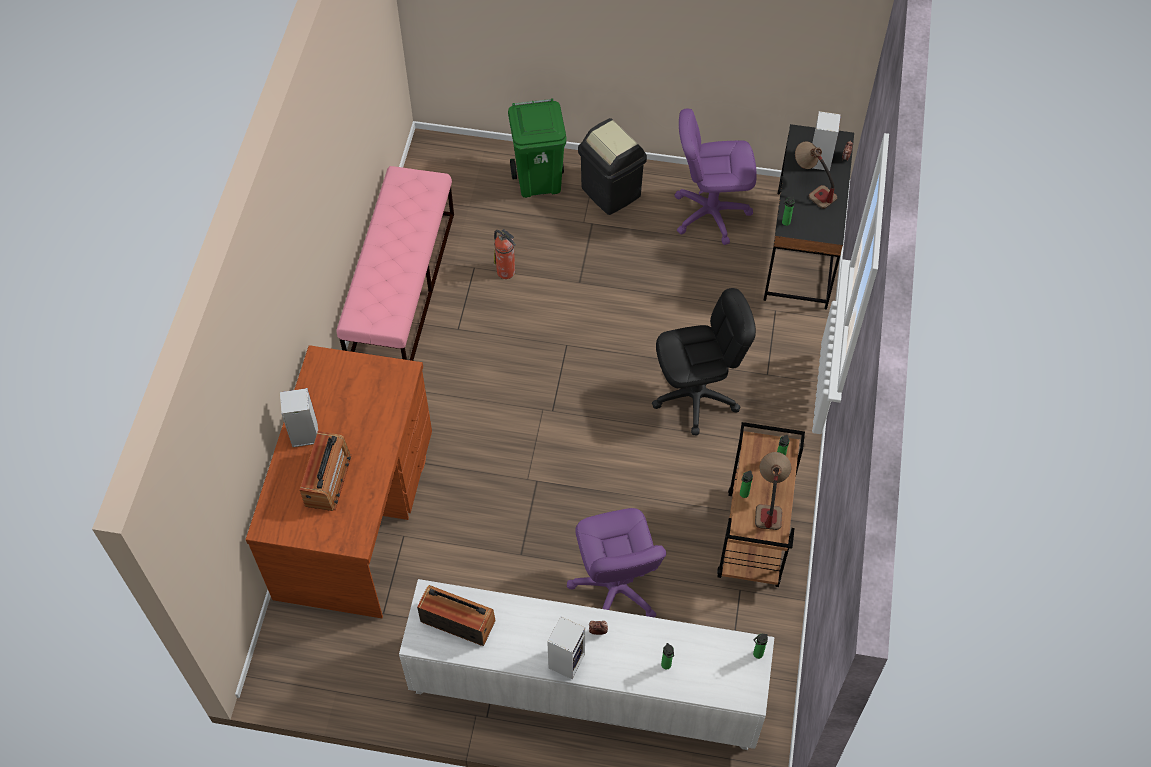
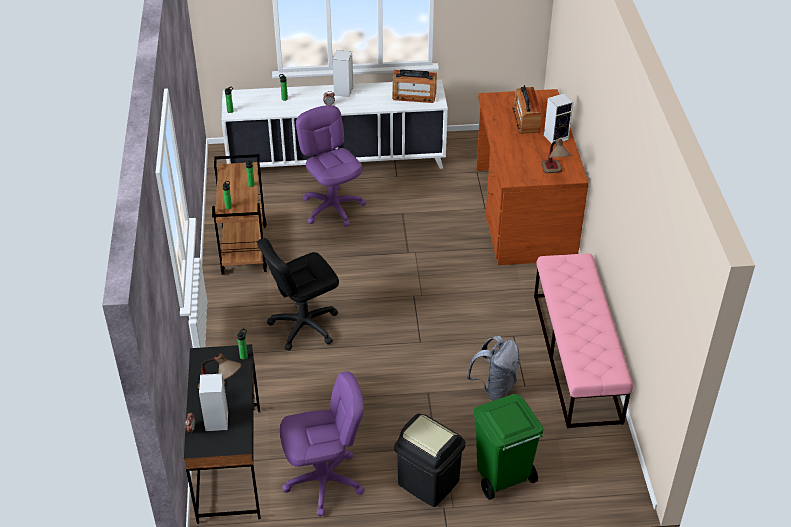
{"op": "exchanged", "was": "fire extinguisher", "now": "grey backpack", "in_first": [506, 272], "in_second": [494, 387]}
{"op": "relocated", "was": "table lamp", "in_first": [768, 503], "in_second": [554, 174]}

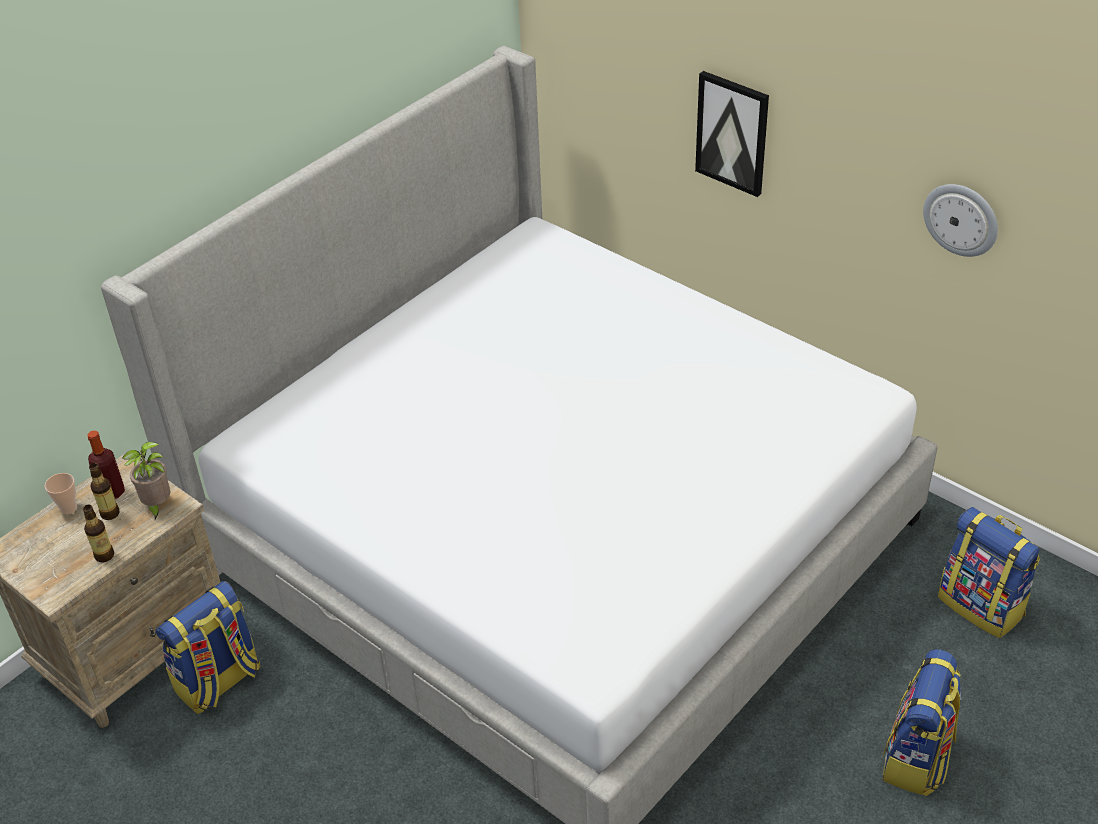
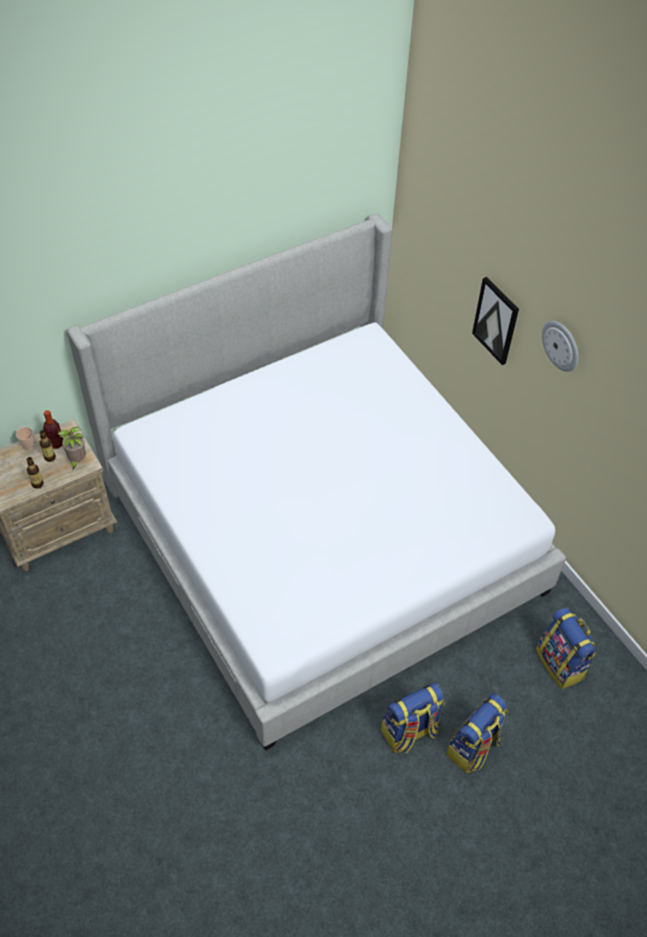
{"op": "relocated", "was": "wall clock", "in_first": [961, 219], "in_second": [561, 345]}
{"op": "relocated", "was": "backpack", "in_first": [219, 682], "in_second": [409, 732]}

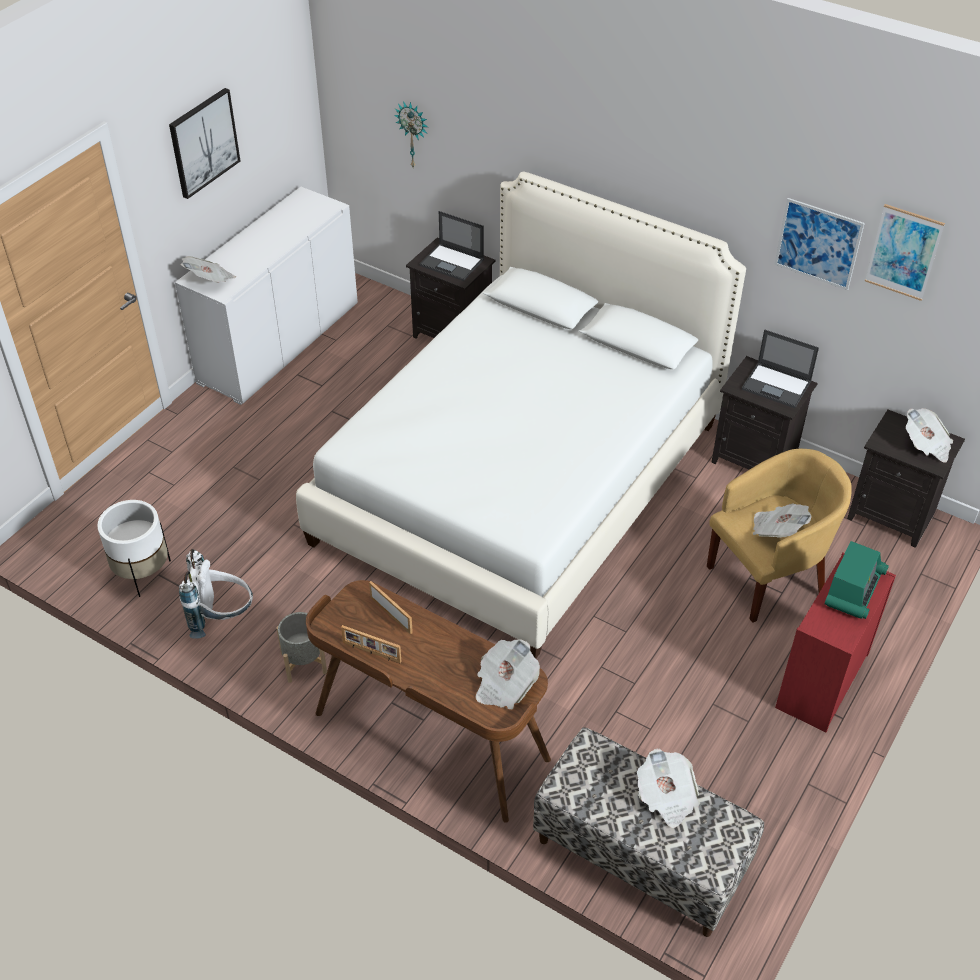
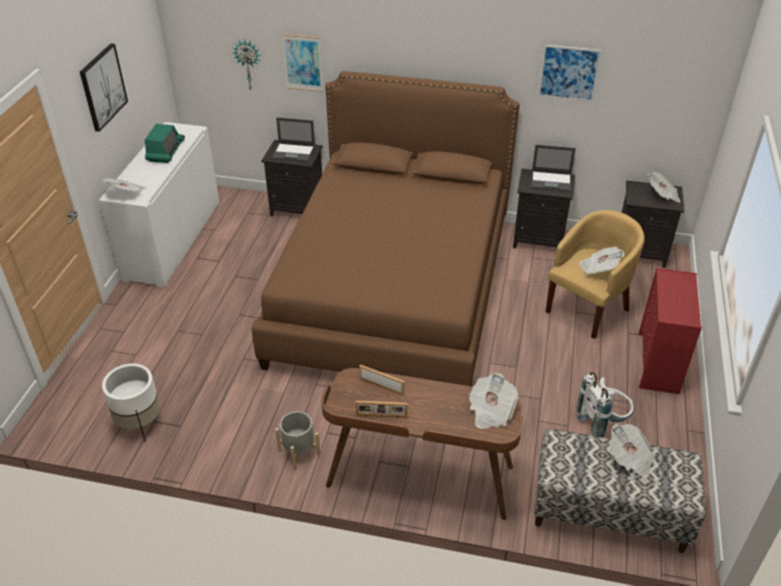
{"op": "colour", "was": "white bed", "now": "brown bed", "in_first": [520, 481], "in_second": [393, 289]}
{"op": "relocated", "was": "picture", "in_first": [903, 252], "in_second": [303, 63]}
{"op": "relocated", "was": "radio", "in_first": [853, 589], "in_second": [165, 152]}
{"op": "relocated", "was": "white backpack", "in_first": [222, 618], "in_second": [602, 424]}

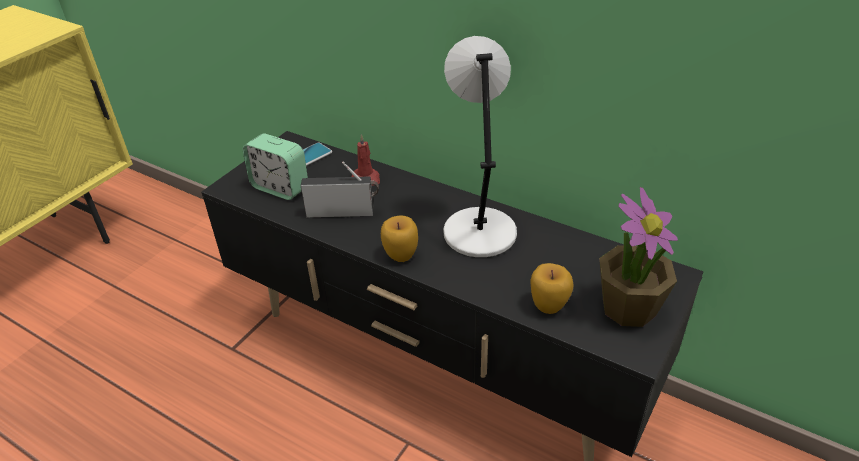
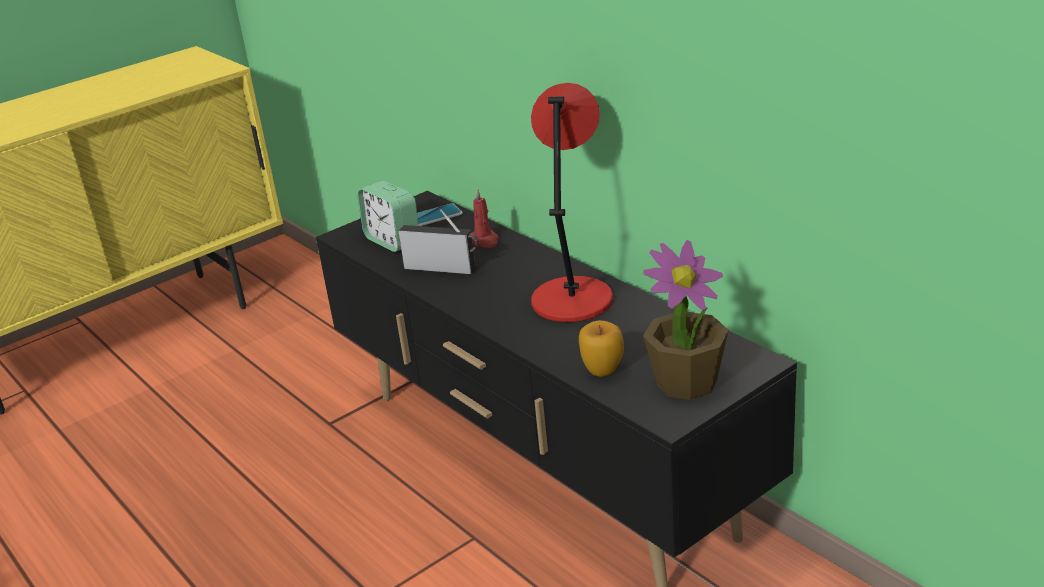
{"op": "colour", "was": "grey table lamp", "now": "red table lamp", "in_first": [478, 230], "in_second": [572, 298]}
{"op": "missing", "was": "apple", "in_first": [401, 255]}

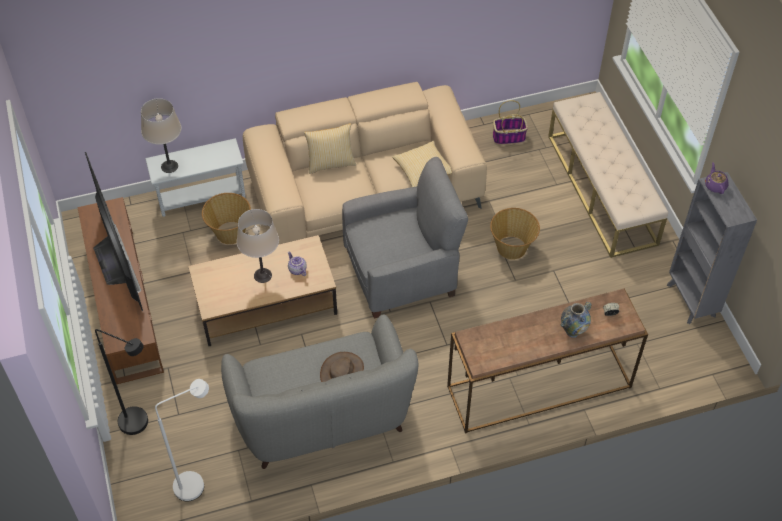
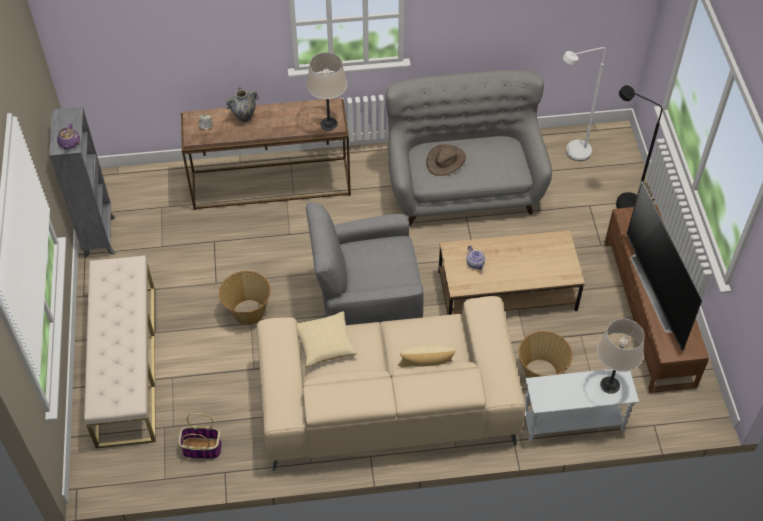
{"op": "relocated", "was": "beige table lamp", "in_first": [262, 275], "in_second": [329, 123]}

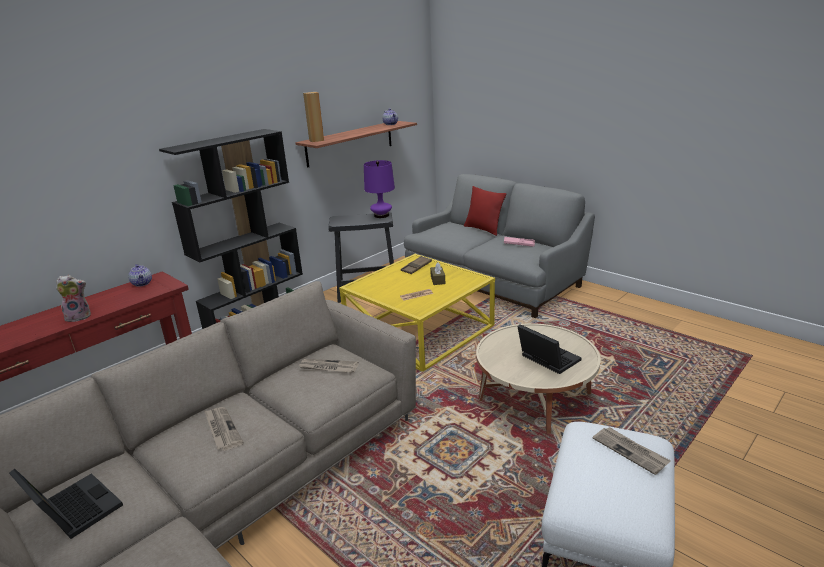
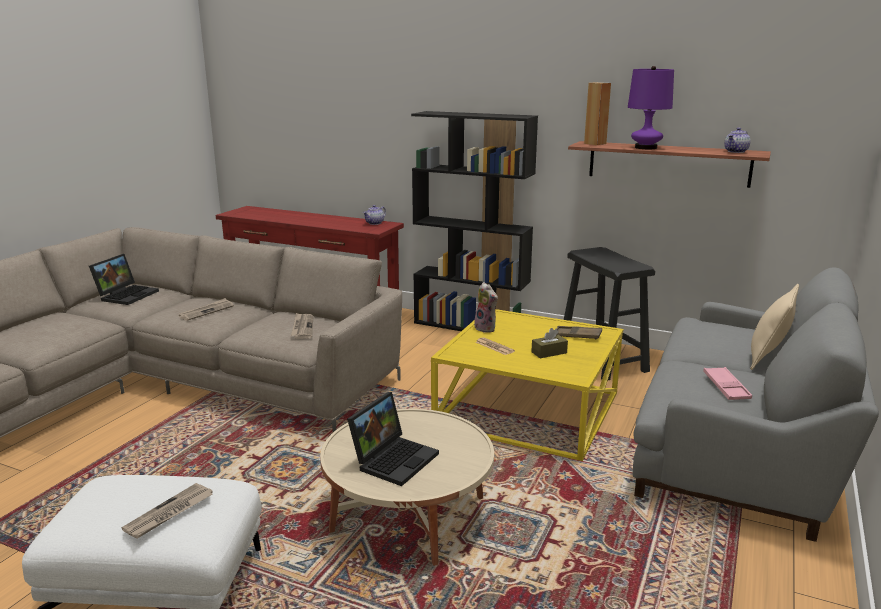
{"op": "relocated", "was": "purple table lamp", "in_first": [381, 215], "in_second": [646, 147]}
{"op": "colour", "was": "red pillow", "now": "beige pillow", "in_first": [483, 229], "in_second": [767, 358]}
{"op": "relocated", "was": "plush toy", "in_first": [79, 316], "in_second": [486, 328]}

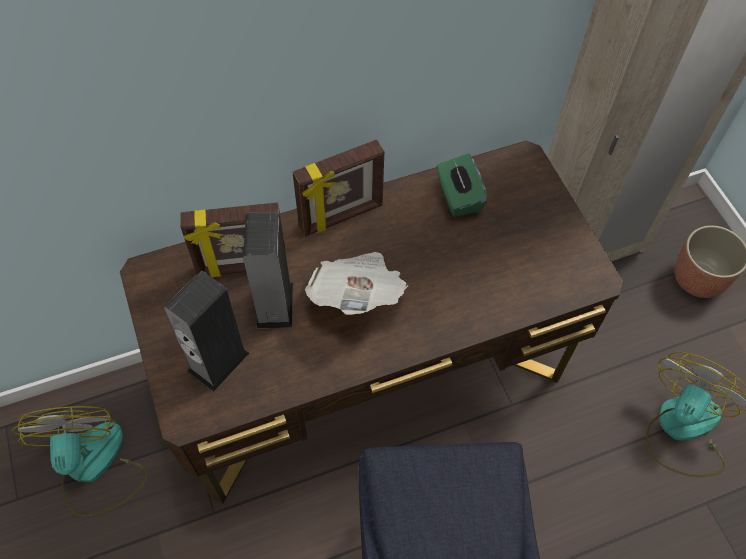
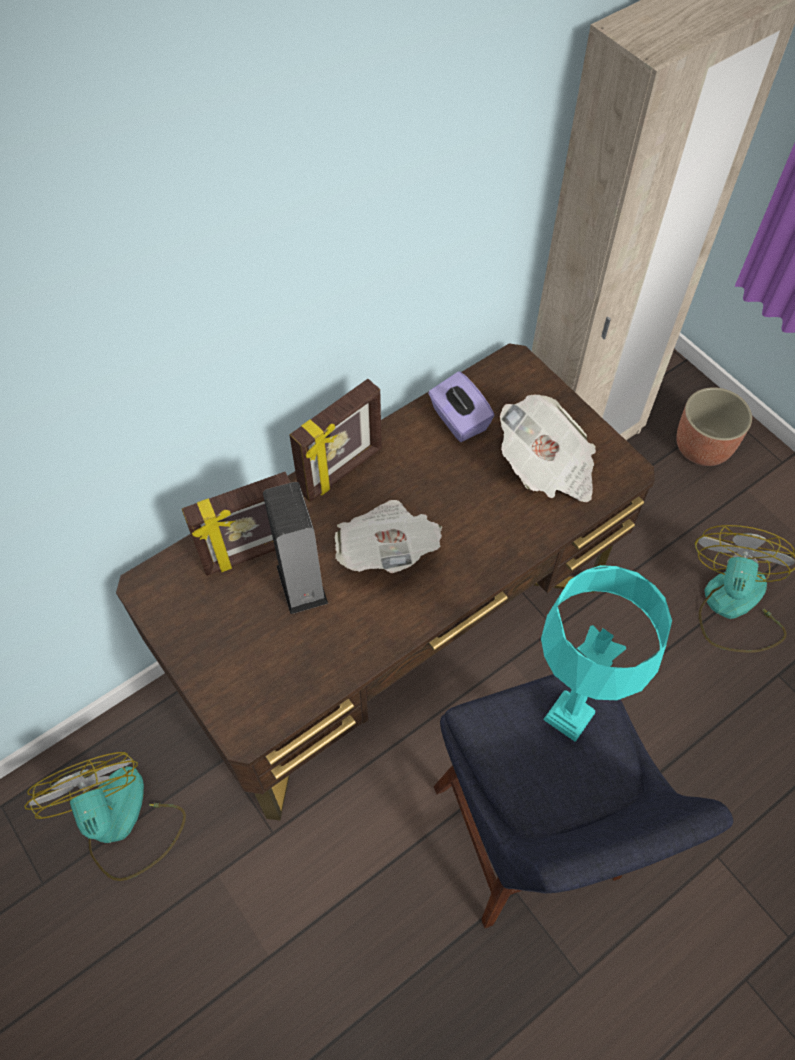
{"op": "colour", "was": "green tissue box", "now": "purple tissue box", "in_first": [458, 197], "in_second": [458, 420]}
{"op": "missing", "was": "speaker", "in_first": [218, 362]}
{"op": "appeared", "now": "newspaper", "in_second": [547, 467]}
{"op": "appeared", "now": "turquoise table lamp", "in_second": [568, 715]}

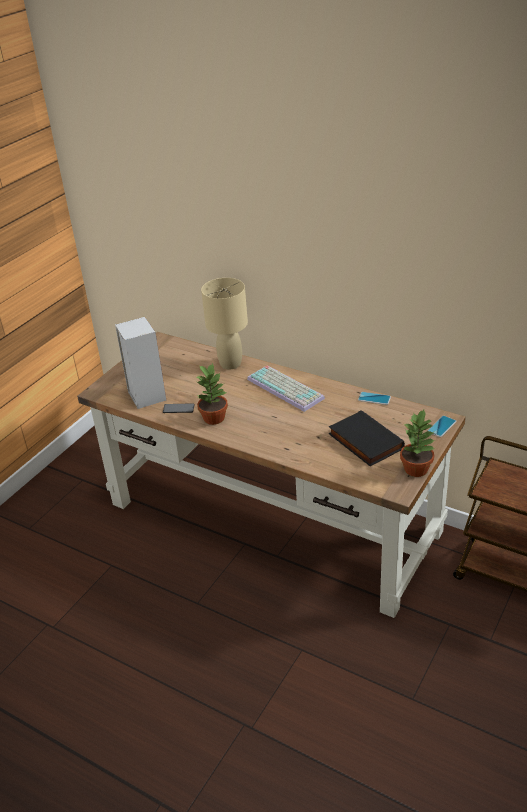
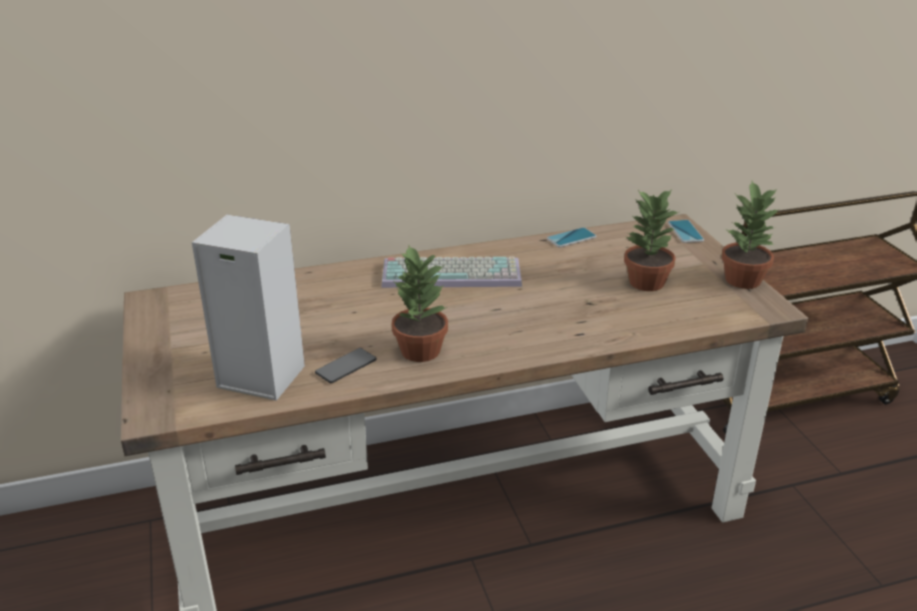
{"op": "missing", "was": "beige table lamp", "in_first": [230, 364]}
{"op": "exchanged", "was": "black book", "now": "potted plant", "in_first": [364, 442], "in_second": [645, 282]}

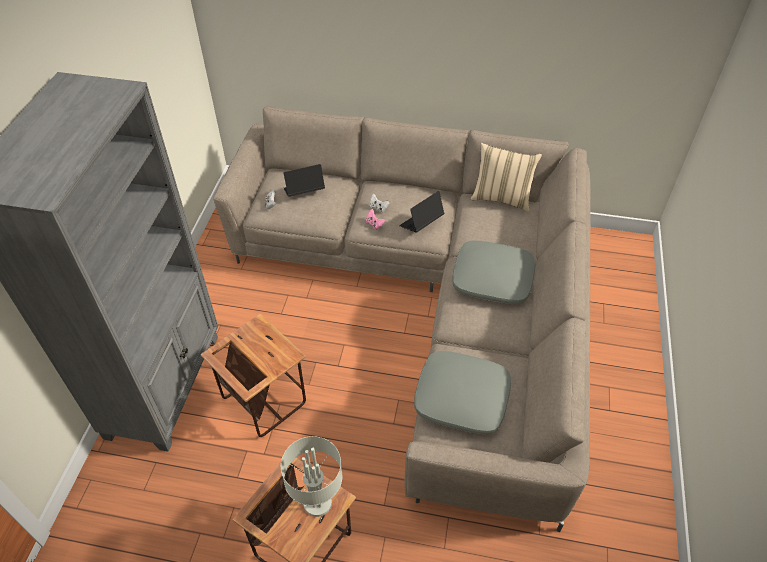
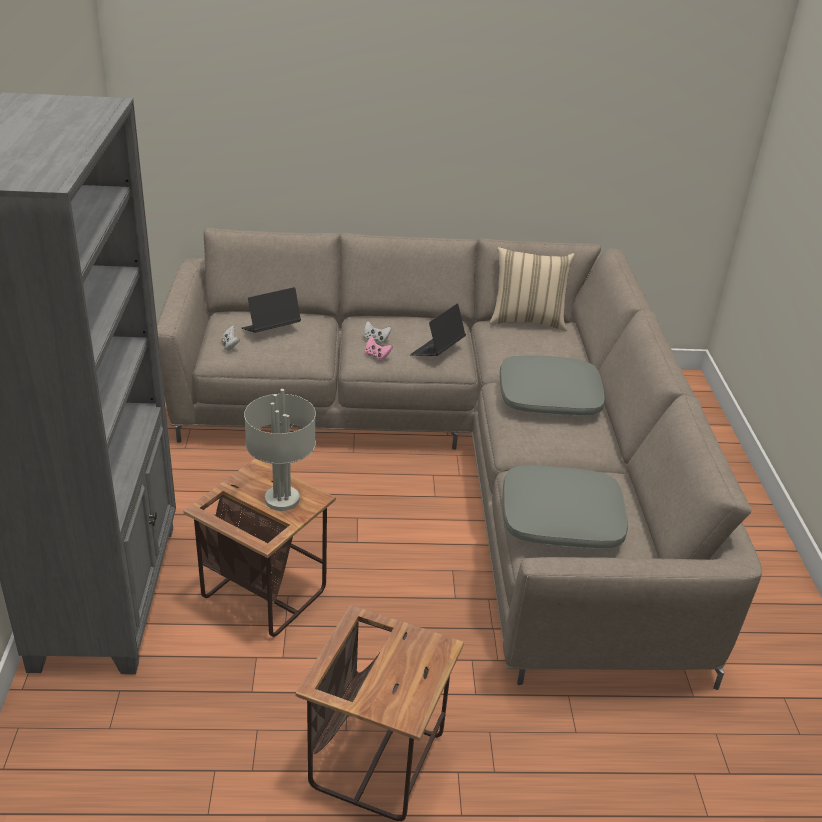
{"op": "relocated", "was": "grey table lamp", "in_first": [318, 503], "in_second": [282, 500]}

